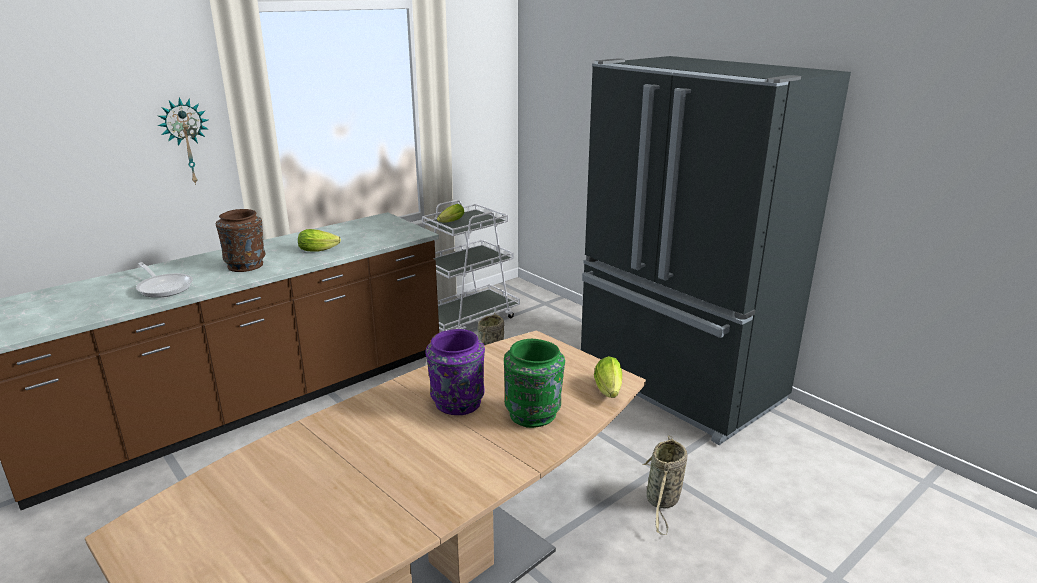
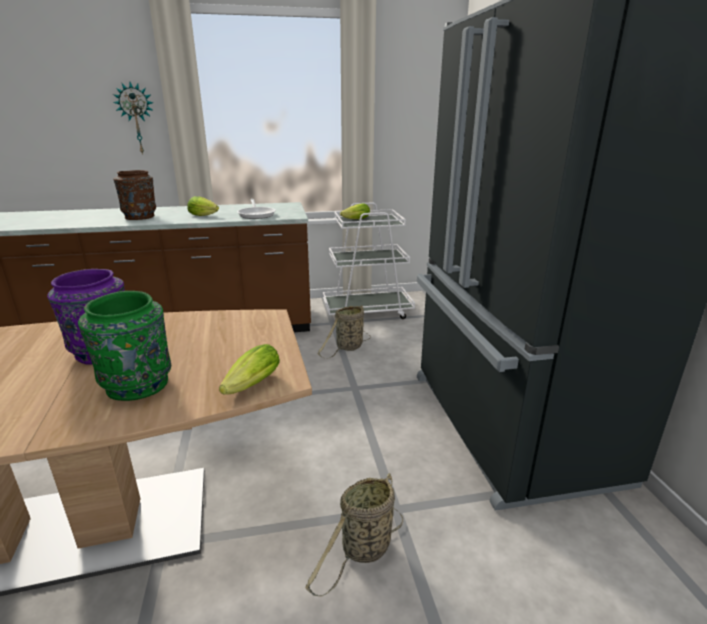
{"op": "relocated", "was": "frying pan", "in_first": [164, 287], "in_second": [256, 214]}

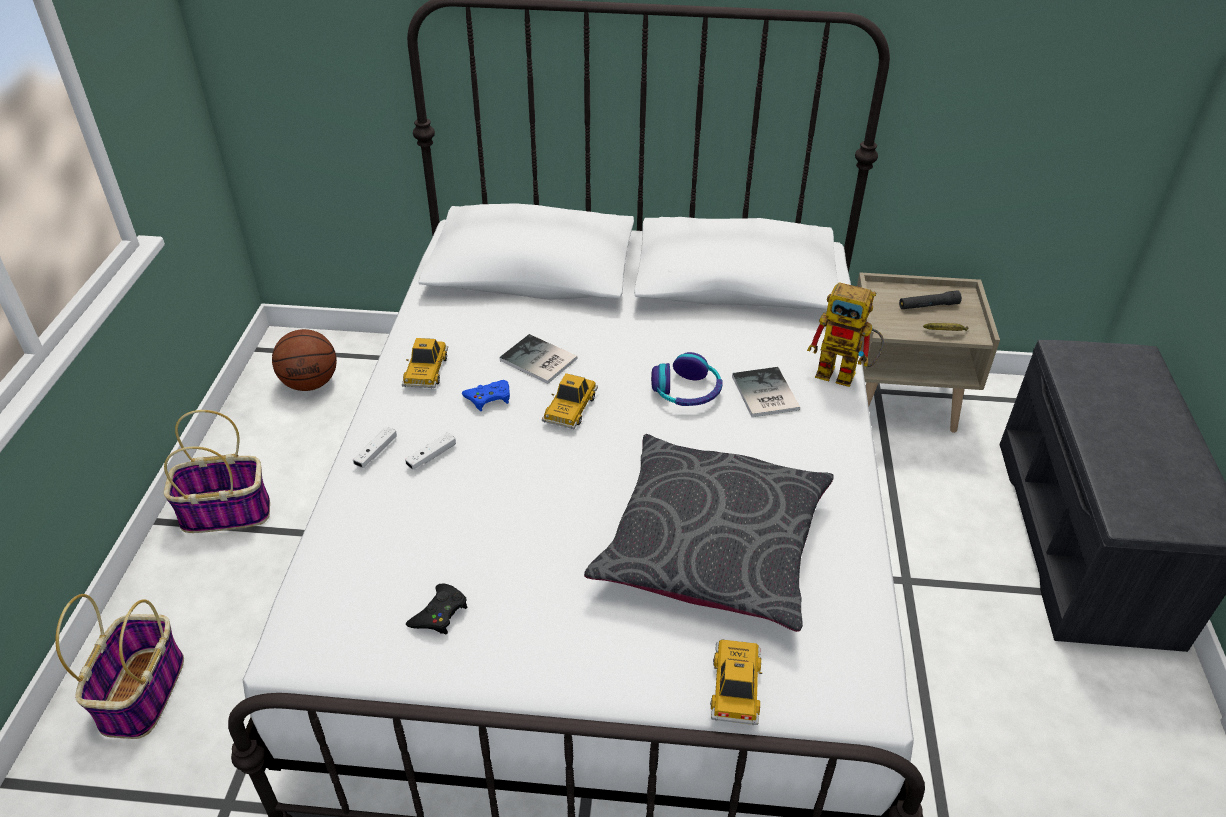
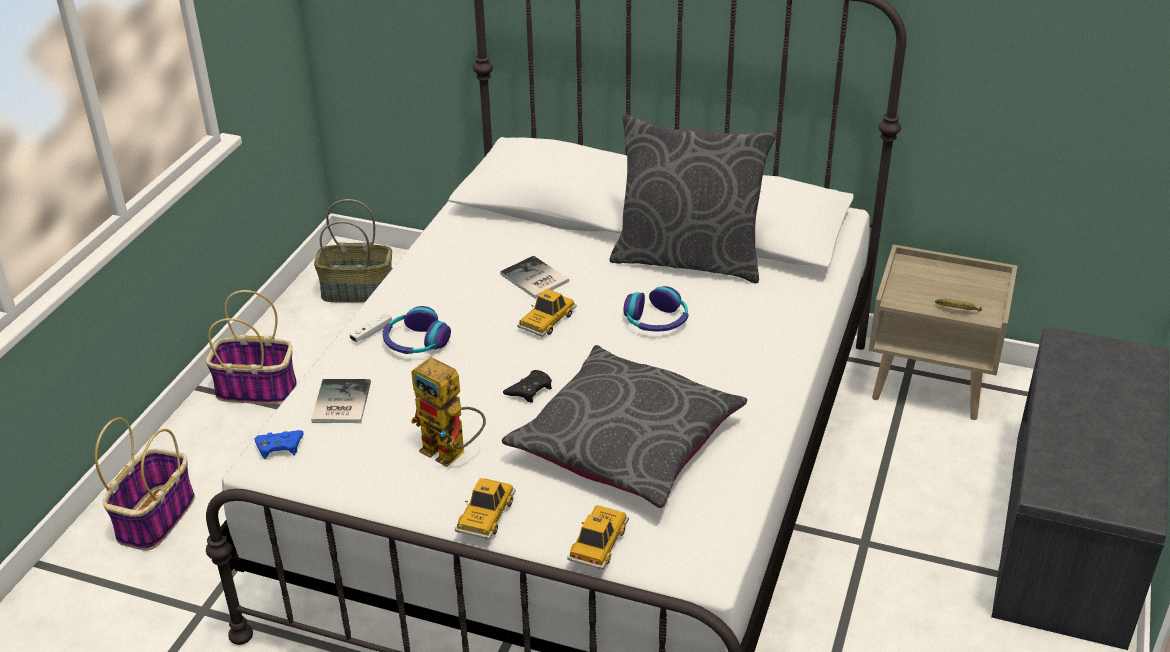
{"op": "relocated", "was": "toy robot", "in_first": [845, 374], "in_second": [452, 453]}
{"op": "missing", "was": "black flashlight", "in_first": [928, 306]}
{"op": "exchanged", "was": "basketball", "now": "basket", "in_first": [311, 383], "in_second": [359, 291]}
{"op": "relocated", "was": "toy car", "in_first": [426, 370], "in_second": [486, 515]}
{"op": "relocated", "was": "book", "in_first": [763, 394], "in_second": [339, 403]}
{"op": "relocated", "was": "blue game controller", "in_first": [489, 398], "in_second": [279, 447]}
{"op": "exchanged", "was": "white game controller", "now": "headphones", "in_first": [431, 456], "in_second": [416, 342]}
{"op": "relocated", "was": "black game controller", "in_first": [439, 613], "in_second": [529, 390]}
{"op": "appeared", "now": "grey pillow", "in_second": [688, 259]}

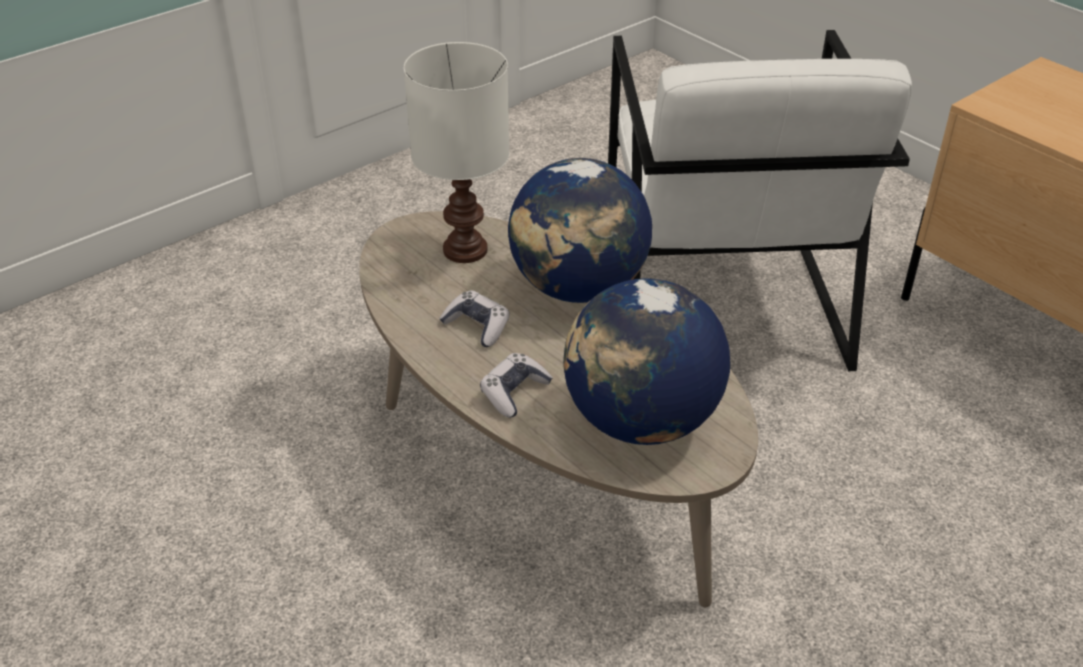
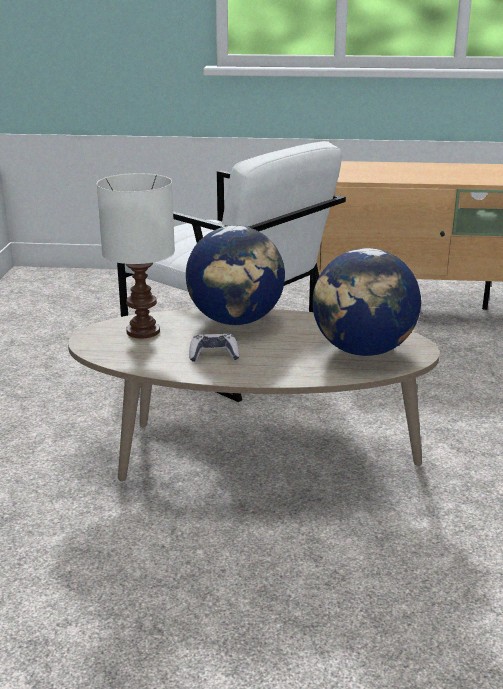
{"op": "missing", "was": "game controller", "in_first": [514, 392]}

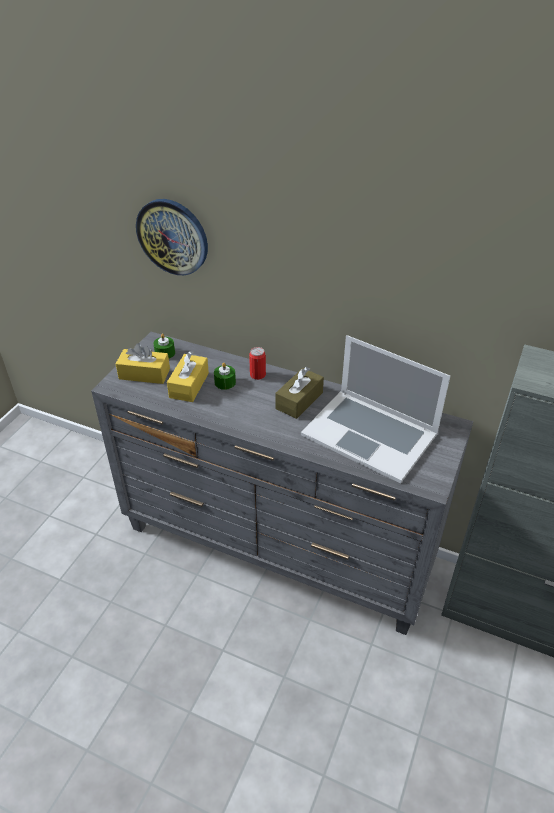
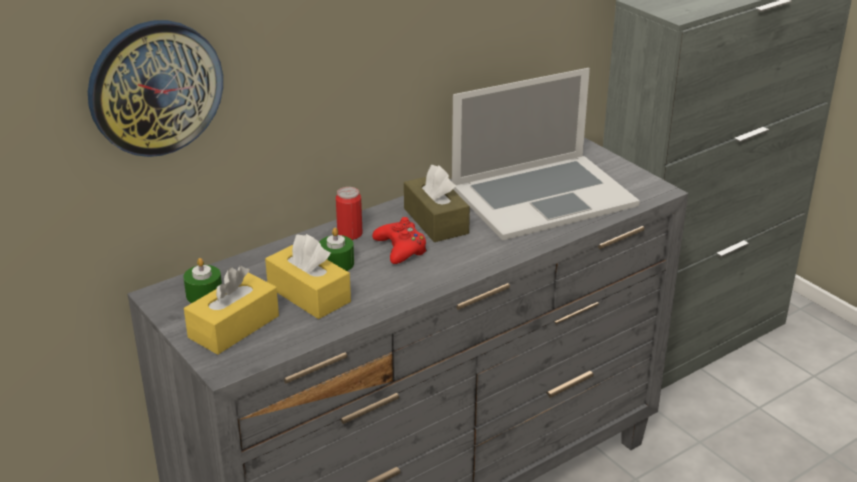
{"op": "appeared", "now": "red game controller", "in_second": [401, 249]}

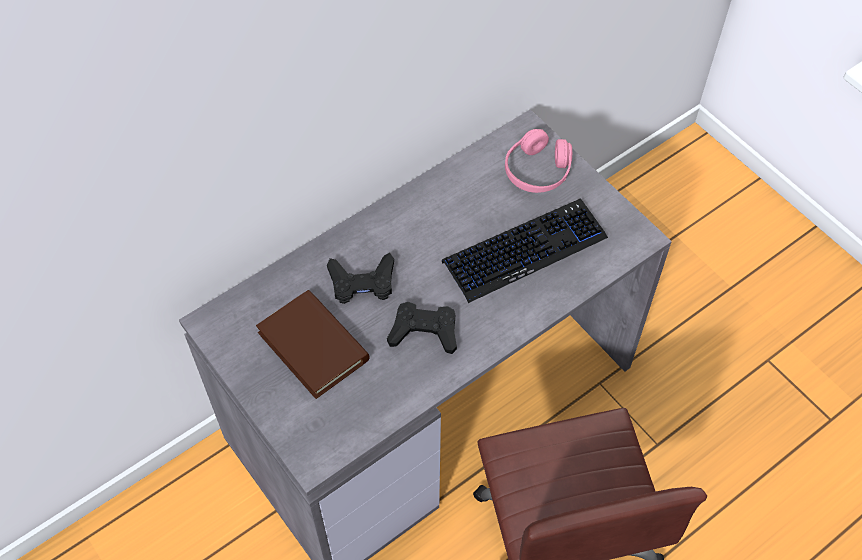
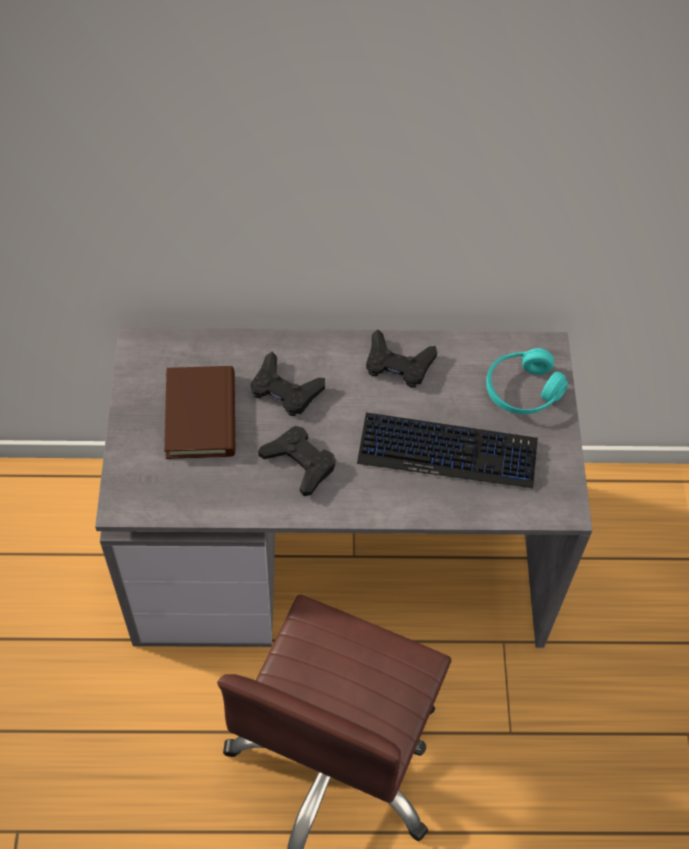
{"op": "colour", "was": "pink headphones", "now": "turquoise headphones", "in_first": [537, 171], "in_second": [522, 390]}
{"op": "appeared", "now": "black game controller", "in_second": [398, 364]}

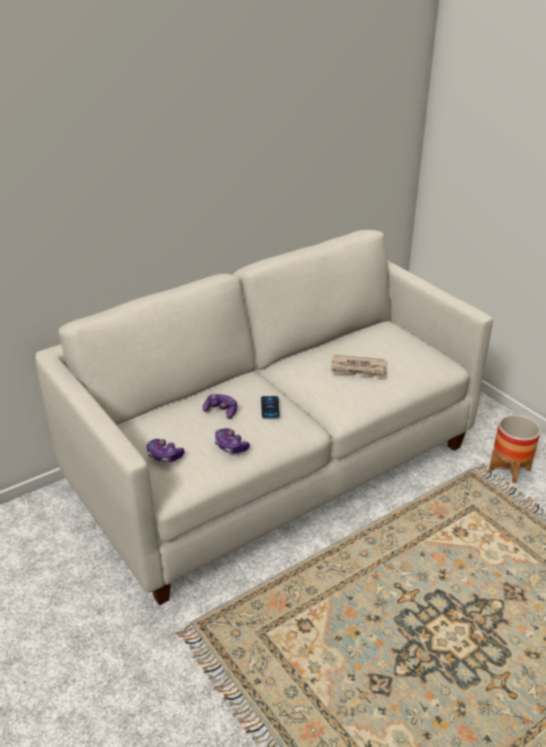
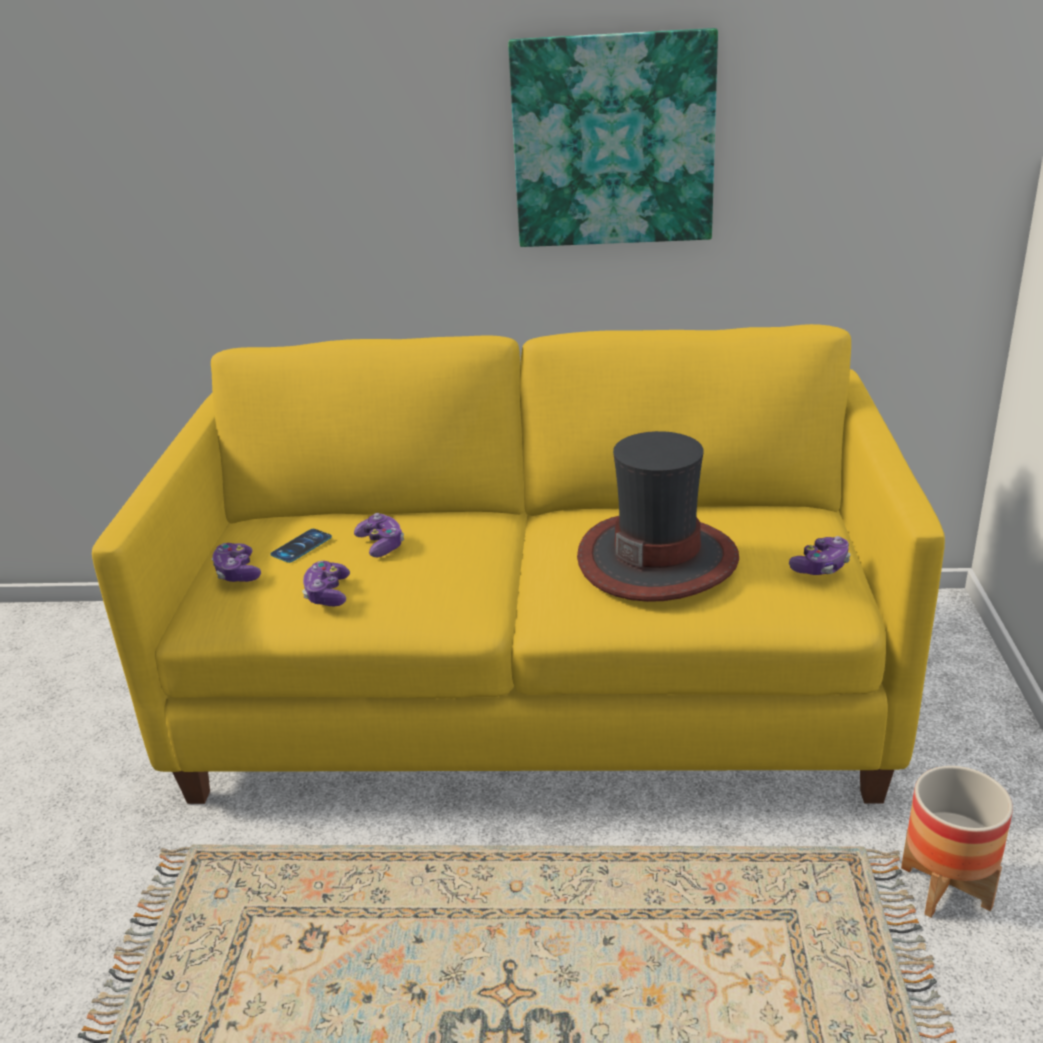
{"op": "colour", "was": "white sofa", "now": "yellow sofa", "in_first": [272, 466], "in_second": [533, 693]}
{"op": "exchanged", "was": "newspaper", "now": "hat", "in_first": [359, 369], "in_second": [657, 558]}
{"op": "relocated", "was": "phone", "in_first": [270, 407], "in_second": [301, 546]}
{"op": "appeared", "now": "picture", "in_second": [613, 141]}
{"op": "appeared", "now": "game controller", "in_second": [821, 566]}

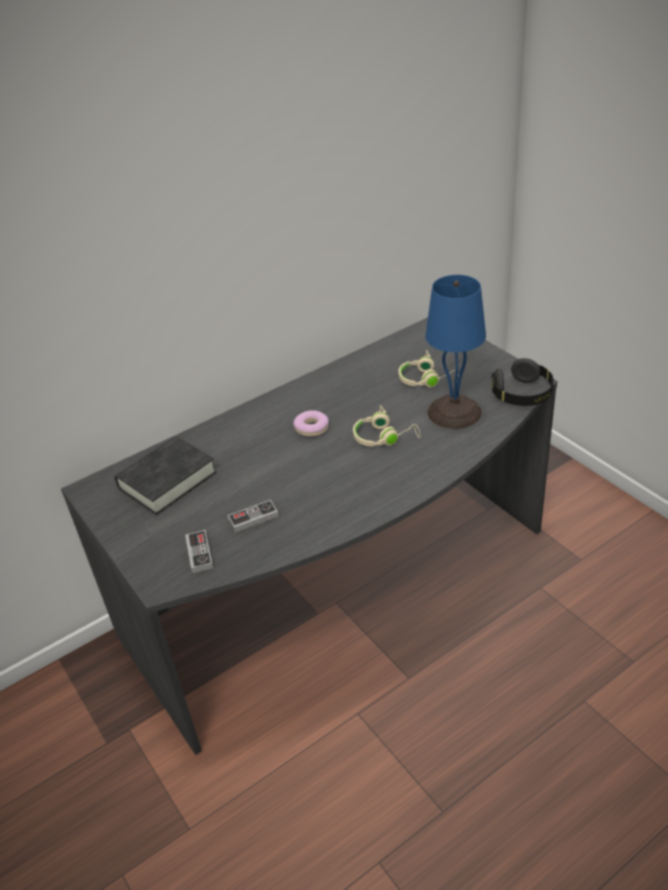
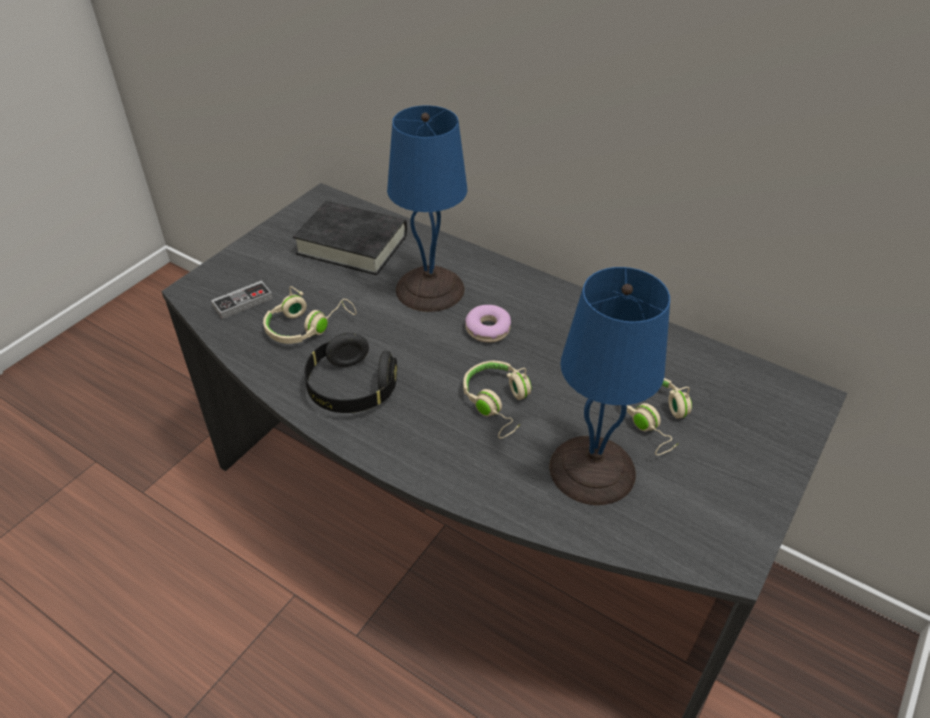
{"op": "relocated", "was": "black headphones", "in_first": [522, 395], "in_second": [351, 389]}
{"op": "exchanged", "was": "game controller", "now": "beige headphones", "in_first": [253, 518], "in_second": [307, 326]}
{"op": "appeared", "now": "blue table lamp", "in_second": [428, 289]}

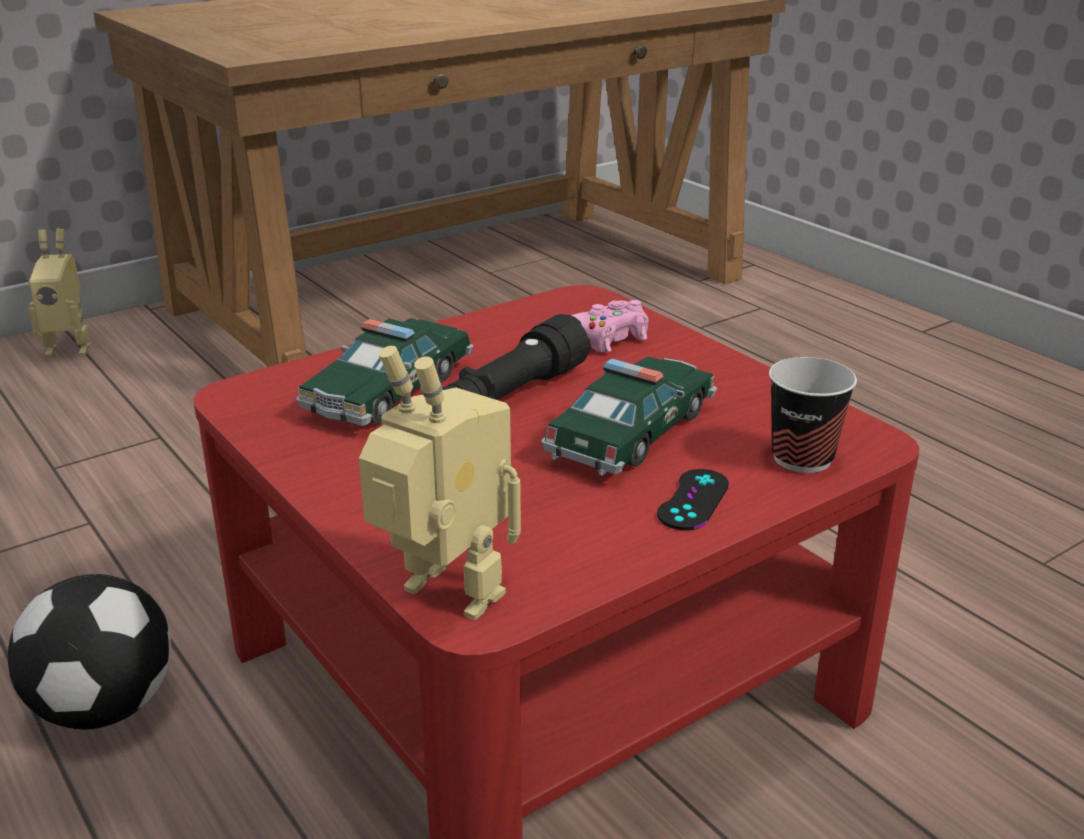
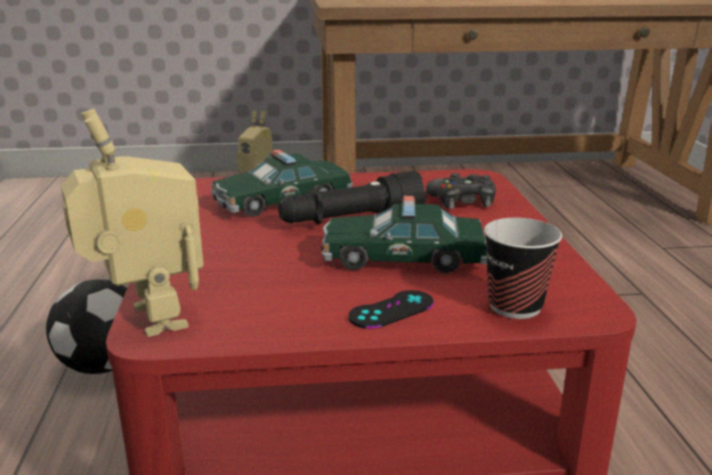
{"op": "colour", "was": "pink game controller", "now": "black game controller", "in_first": [606, 337], "in_second": [462, 201]}
{"op": "spun", "was": "toy car", "in_first": [632, 433], "in_second": [404, 258], "clockwise": -150}

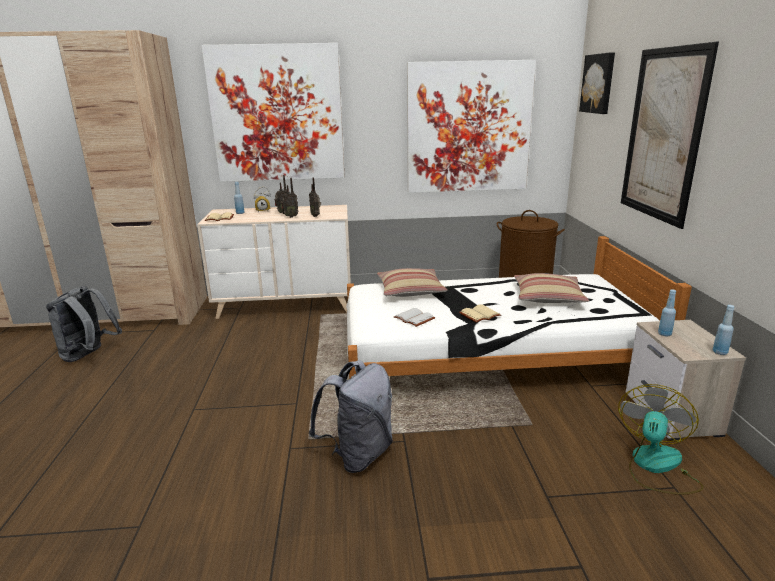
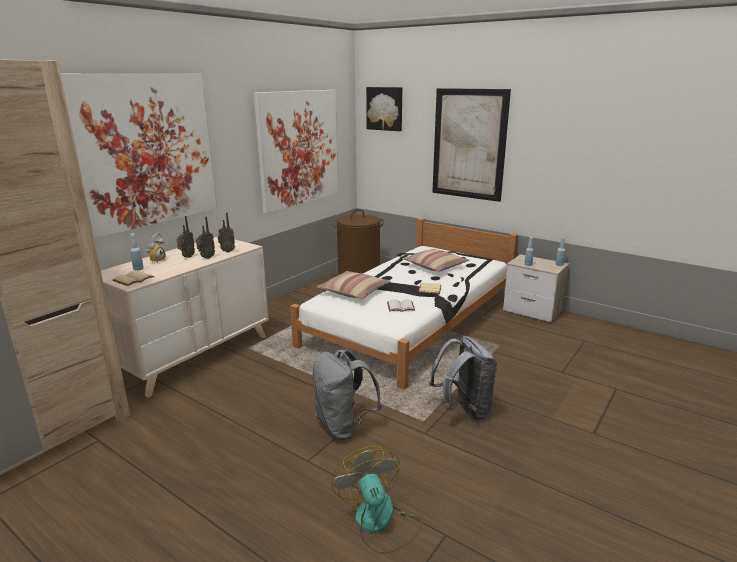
{"op": "relocated", "was": "grey backpack", "in_first": [89, 355], "in_second": [343, 426]}
{"op": "relocated", "was": "fan", "in_first": [656, 466], "in_second": [379, 523]}

